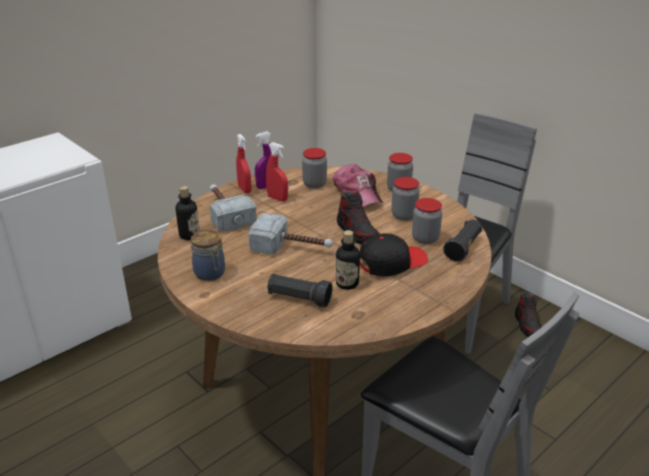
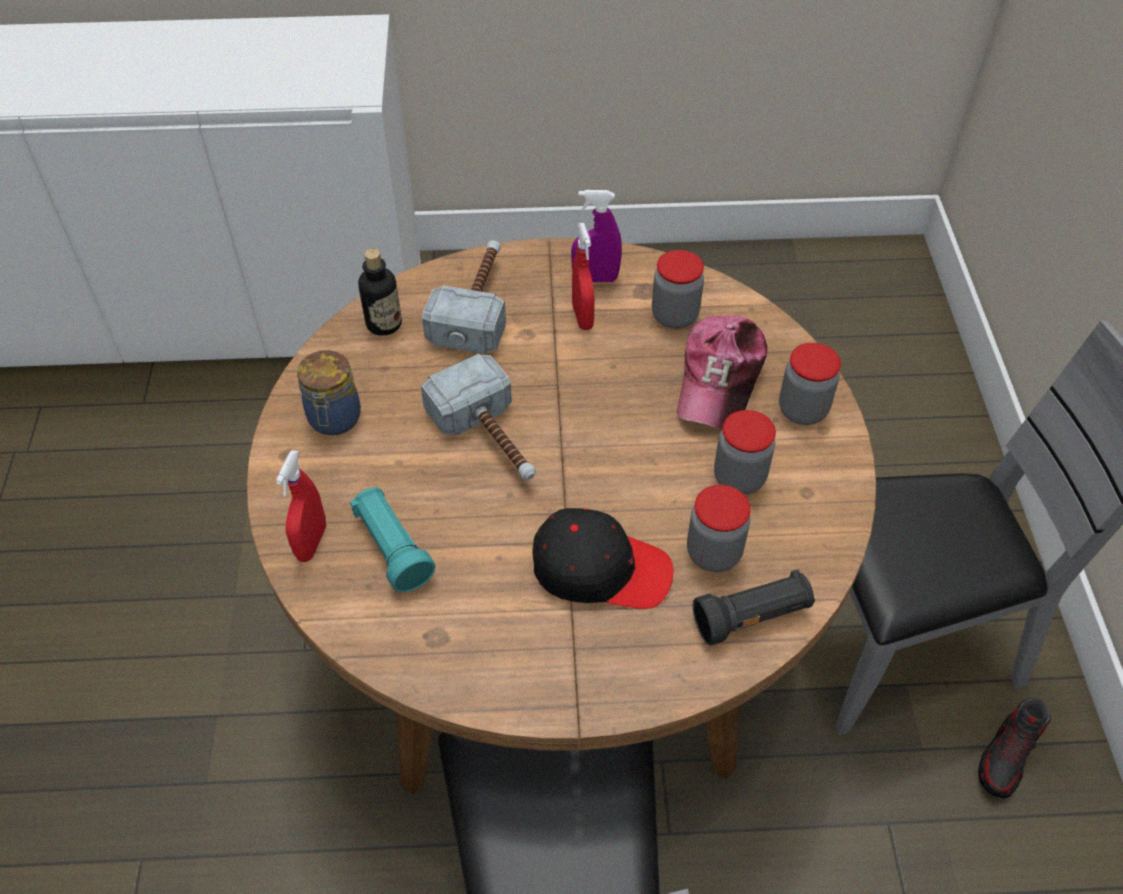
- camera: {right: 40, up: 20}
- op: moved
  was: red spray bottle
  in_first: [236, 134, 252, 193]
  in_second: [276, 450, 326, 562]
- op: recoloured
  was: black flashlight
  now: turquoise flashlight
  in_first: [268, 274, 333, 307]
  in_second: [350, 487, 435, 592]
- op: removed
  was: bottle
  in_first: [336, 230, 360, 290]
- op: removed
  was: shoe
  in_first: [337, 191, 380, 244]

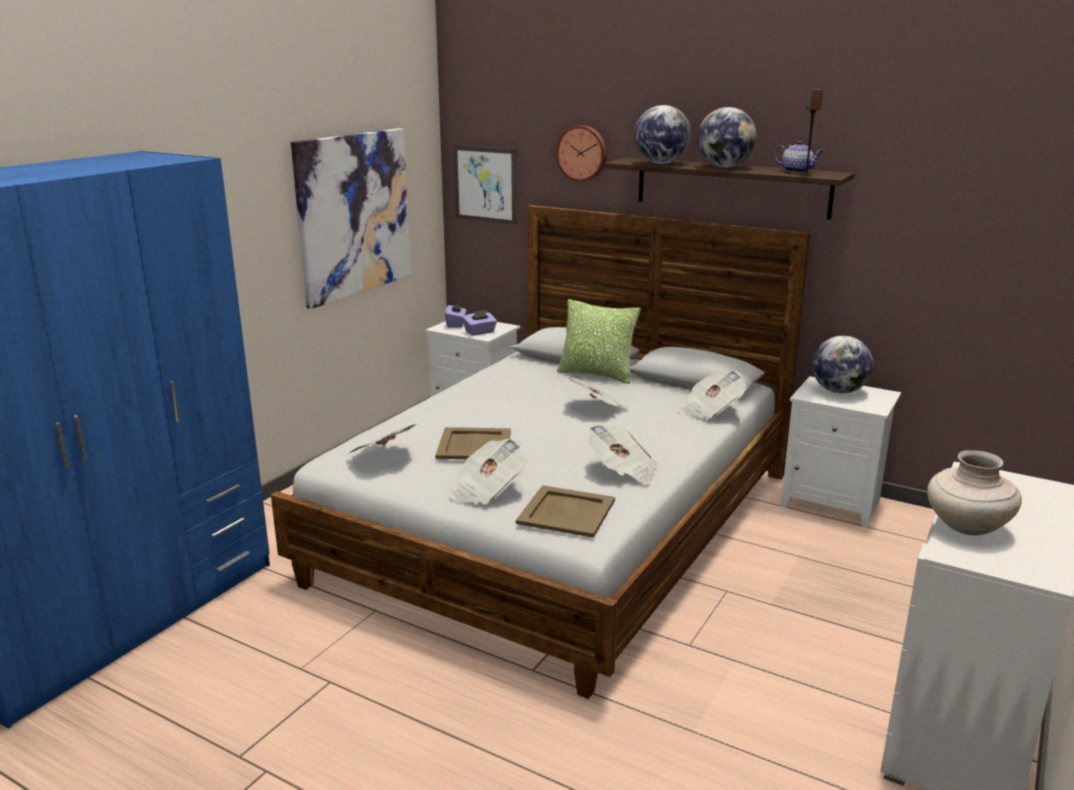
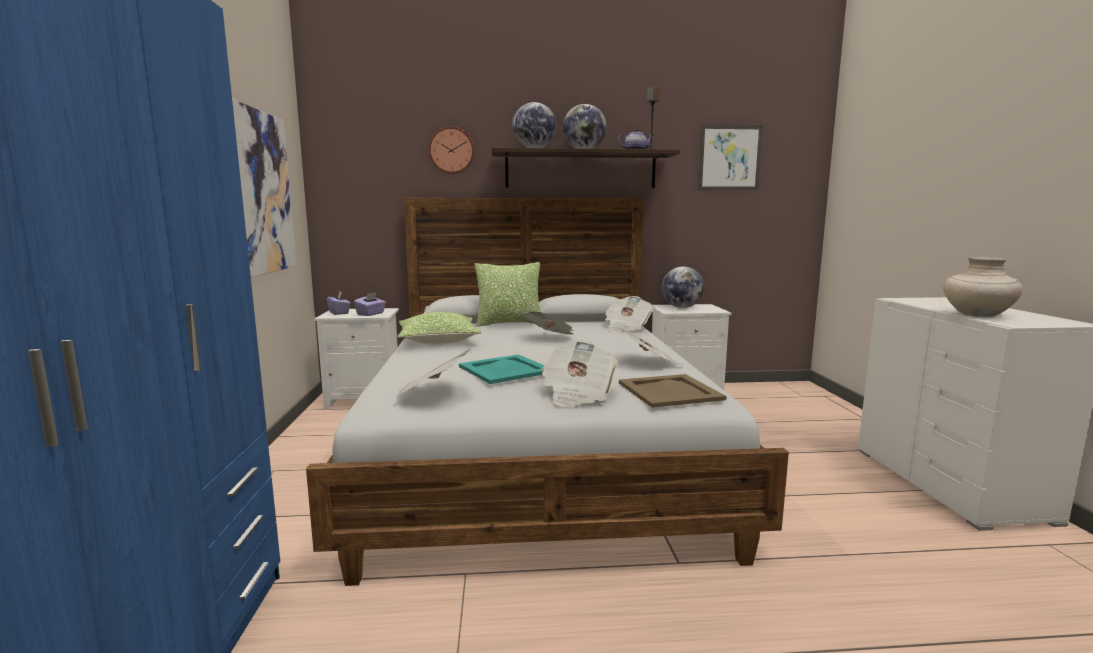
- camera: {right: -35, up: -10}
- op: recoloured
  was: beige tray
  now: turquoise tray
  in_first: [435, 427, 511, 459]
  in_second: [459, 354, 544, 384]
- op: moved
  was: picture
  in_first: [453, 145, 517, 225]
  in_second: [697, 124, 763, 190]
- op: added
  now: pillow
  in_second: [397, 312, 481, 344]

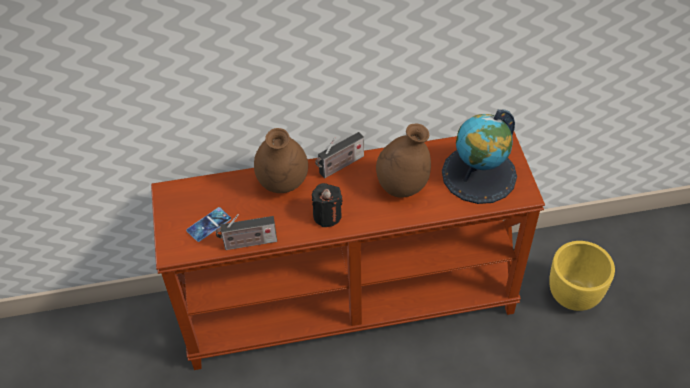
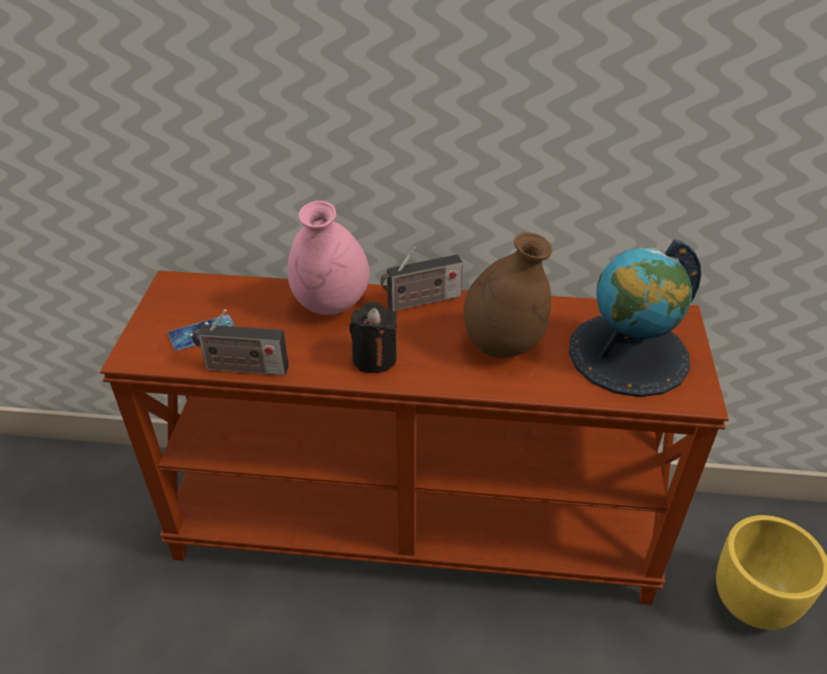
- camera: {right: 15, up: -10}
- op: recoloured
  was: brown vase
  now: pink vase
  in_first: [254, 128, 308, 193]
  in_second: [287, 201, 370, 315]

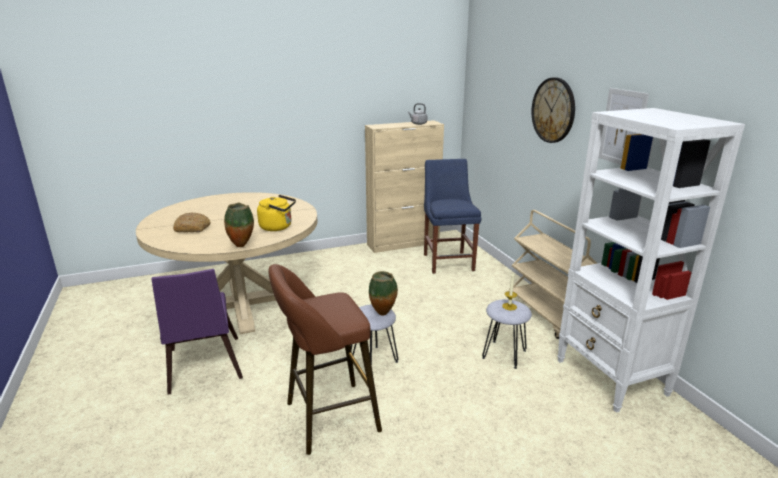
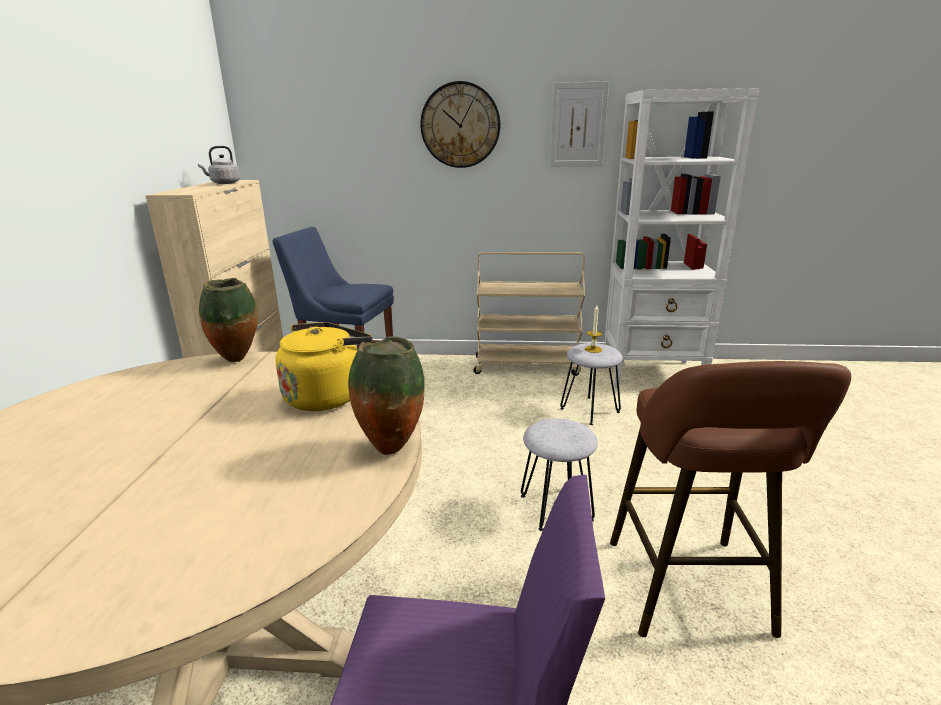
- camera: {right: -65, up: 0}
- op: removed
  was: bread
  in_first: [173, 213, 211, 232]
- op: moved
  was: vase
  in_first: [369, 271, 398, 316]
  in_second: [199, 278, 258, 362]

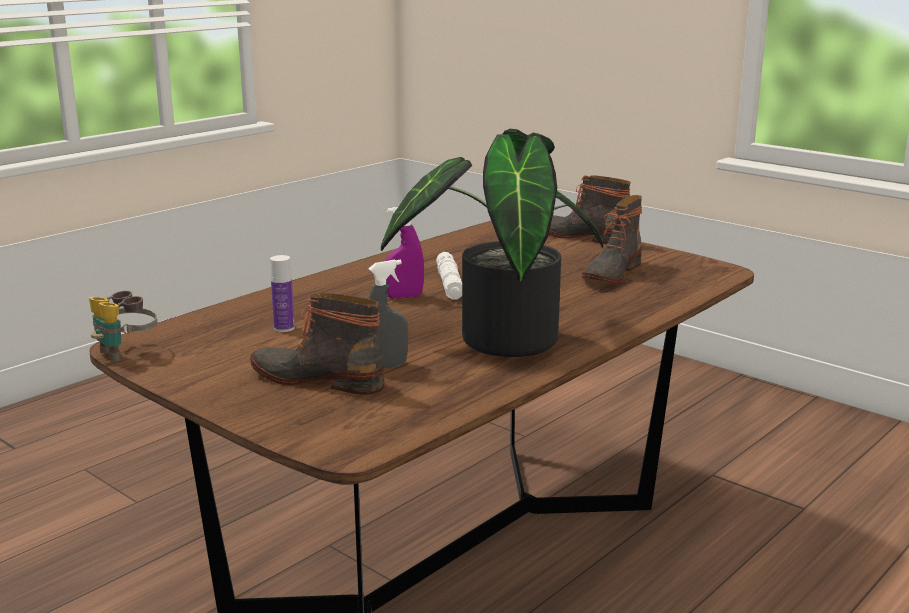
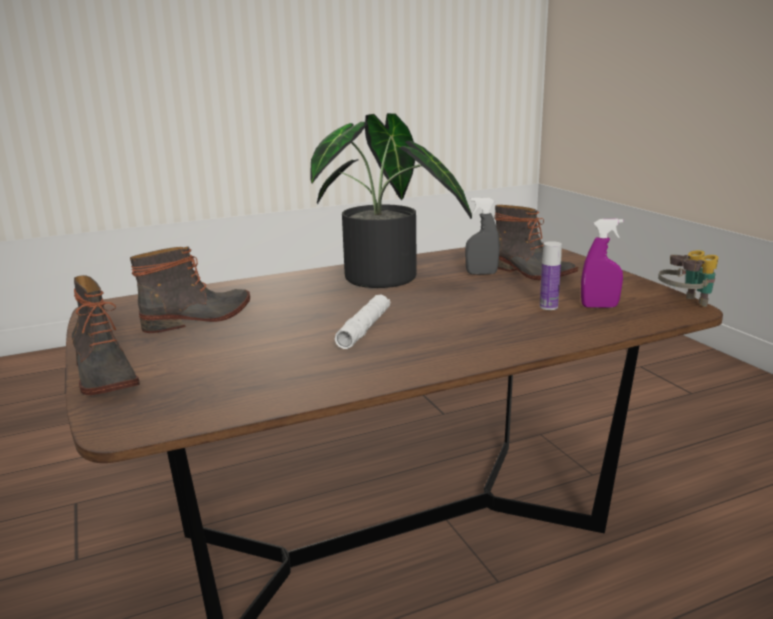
- camera: {right: -155, up: 0}
- op: moved
  was: purple spray bottle
  in_first: [385, 207, 424, 298]
  in_second: [581, 219, 623, 308]

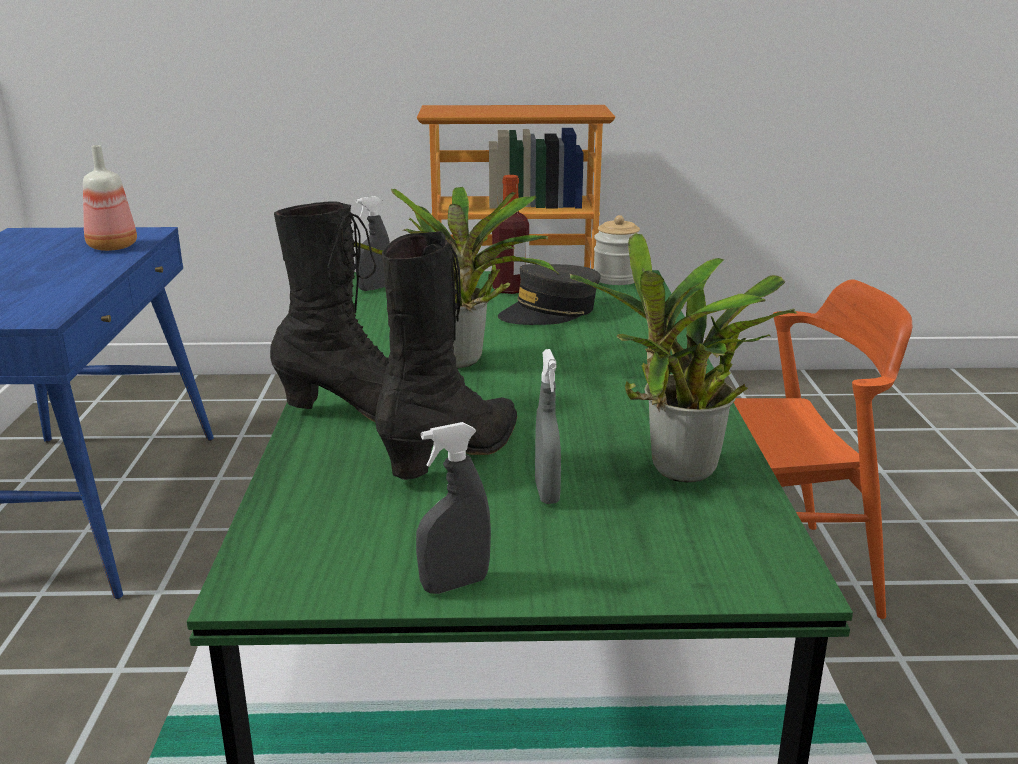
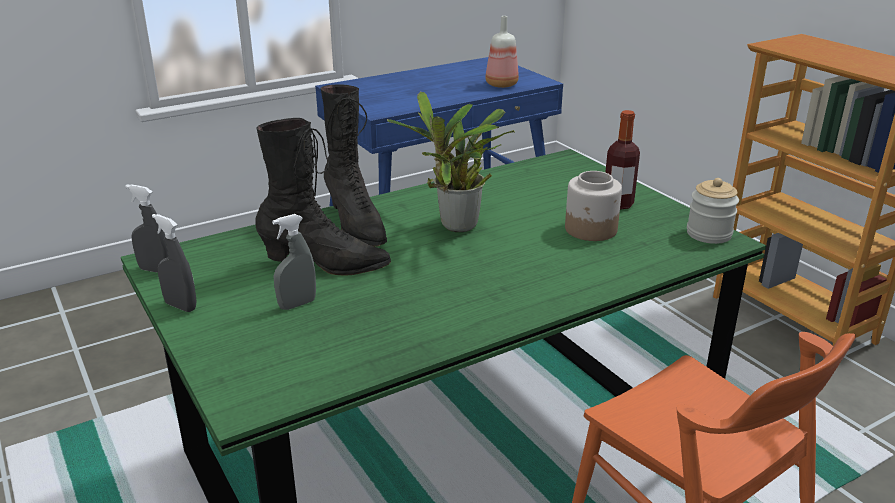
- camera: {right: 60, up: 5}
- op: moved
  was: grey spray bottle
  in_first: [355, 196, 390, 291]
  in_second: [125, 184, 168, 273]
- op: replaced
  was: grey cap
  now: jar
  in_first: [498, 264, 601, 325]
  in_second: [565, 171, 622, 241]
- op: removed
  was: potted plant
  in_first: [569, 233, 797, 482]

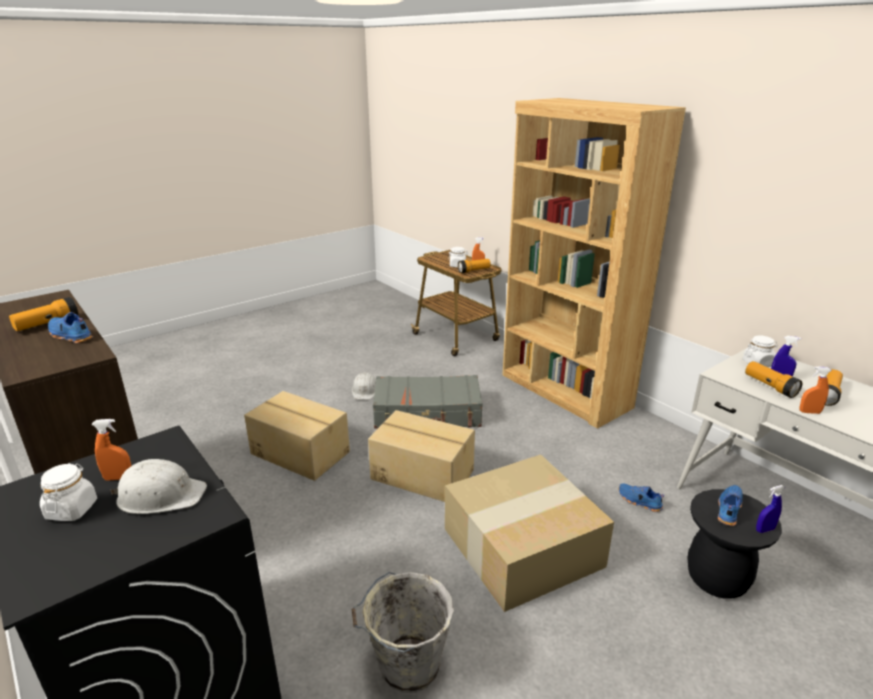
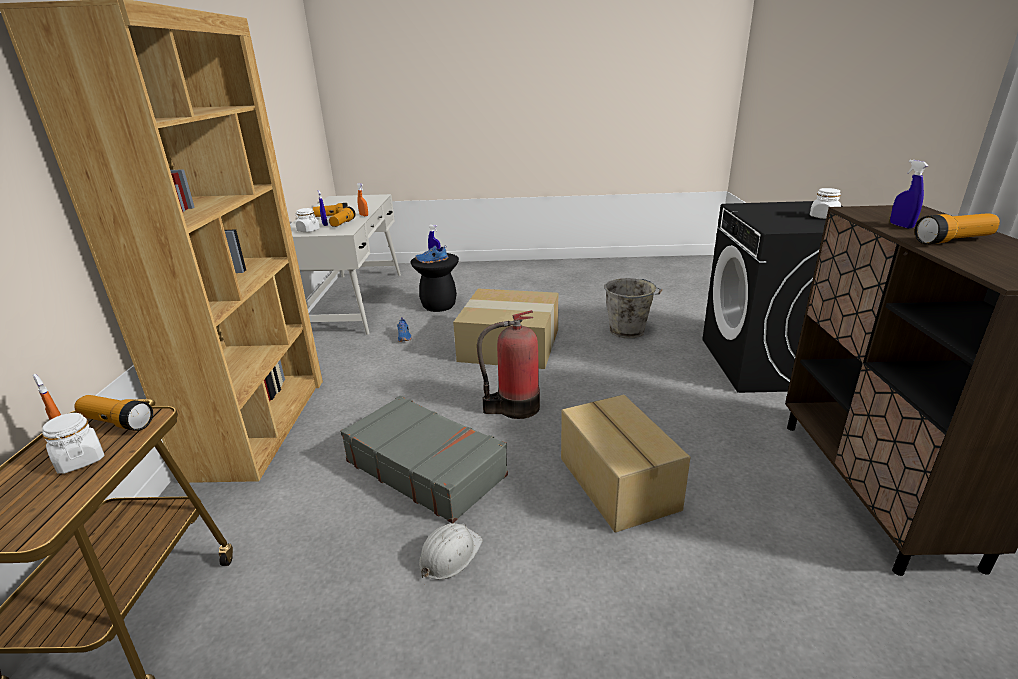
- camera: {right: -140, up: 0}
- op: replaced
  was: blue shoe
  now: blue spray bottle
  in_first: [48, 312, 93, 343]
  in_second: [890, 160, 928, 229]
- op: removed
  was: orange spray bottle
  in_first: [91, 419, 131, 481]
- op: removed
  was: white hard hat
  in_first: [110, 459, 207, 514]
- op: replaced
  was: cardboard box
  now: fire extinguisher
  in_first: [368, 410, 475, 502]
  in_second: [477, 310, 540, 419]

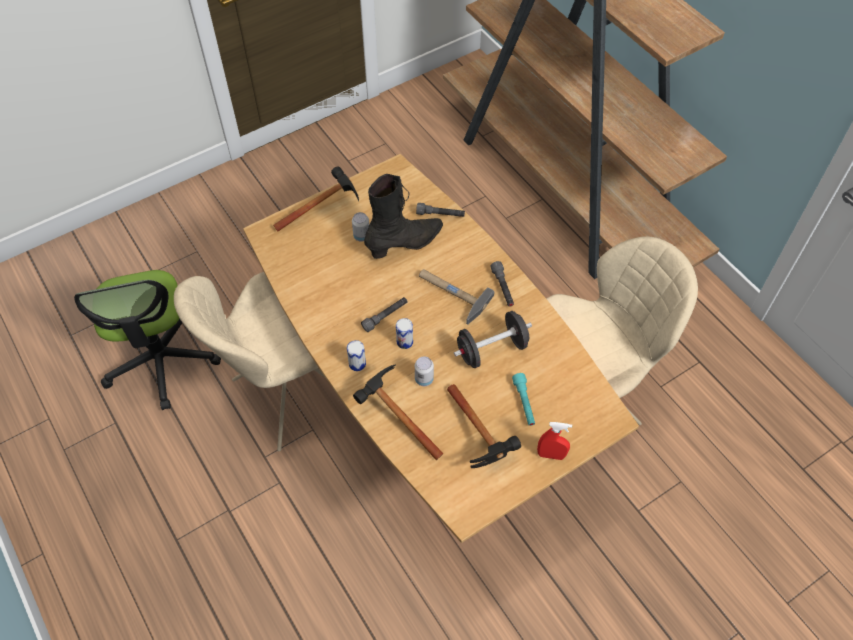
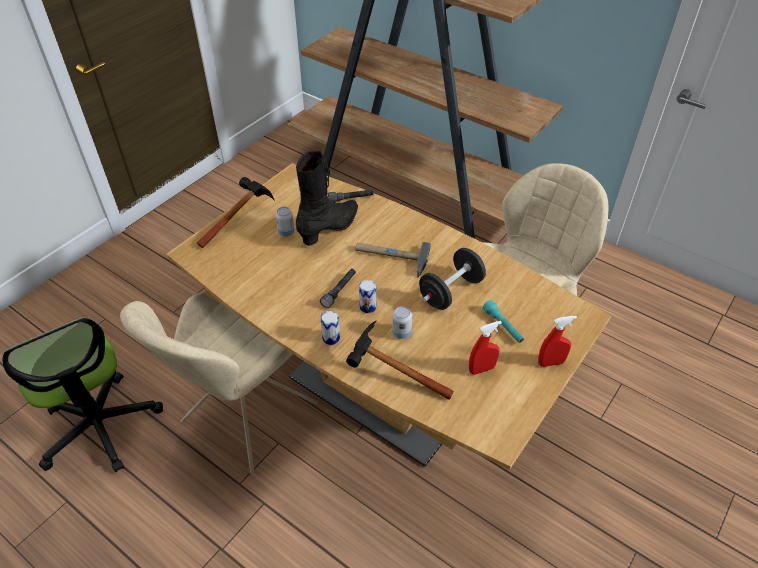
- camera: {right: -20, up: -10}
- op: replaced
  was: hammer
  now: red spray bottle
  in_first: [447, 384, 521, 468]
  in_second: [469, 321, 502, 375]
- op: removed
  was: grey flashlight
  in_first: [490, 261, 514, 307]

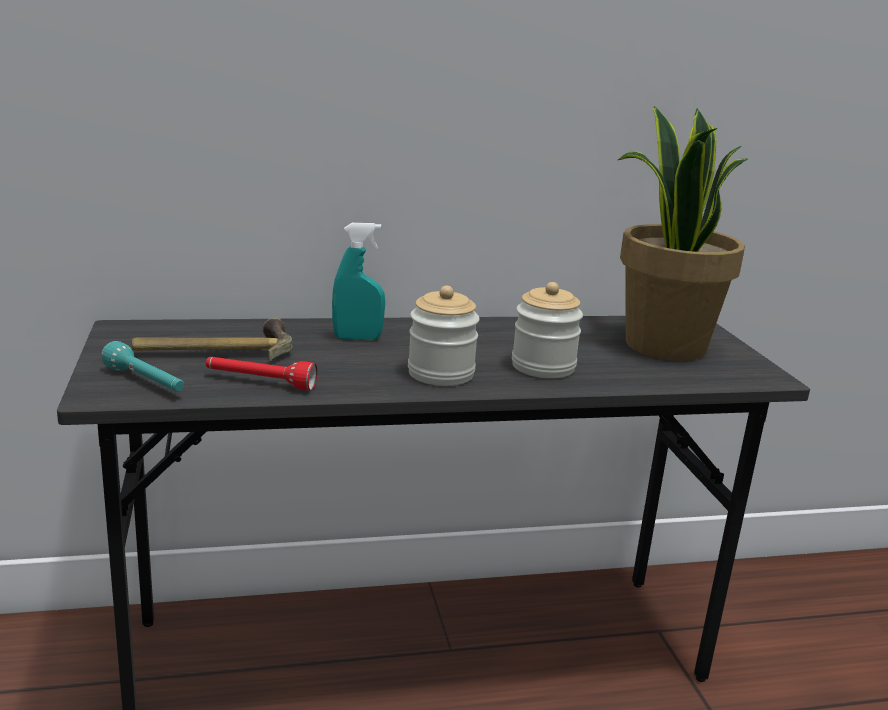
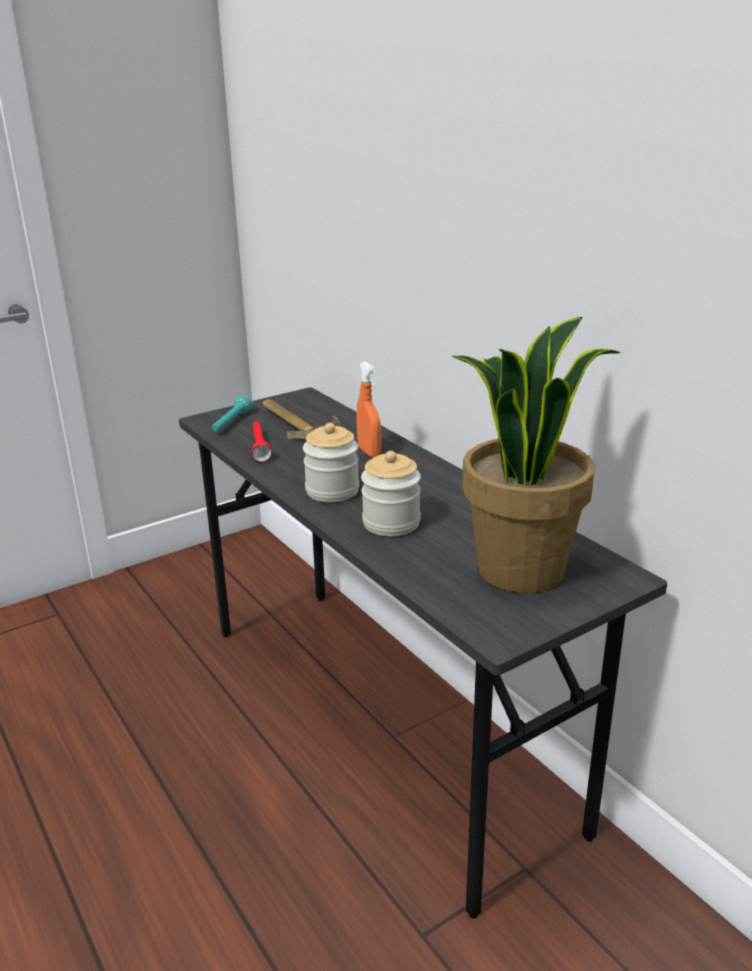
- camera: {right: 70, up: 5}
- op: recoloured
  was: turquoise spray bottle
  now: orange spray bottle
  in_first: [332, 223, 385, 340]
  in_second: [357, 361, 381, 457]

